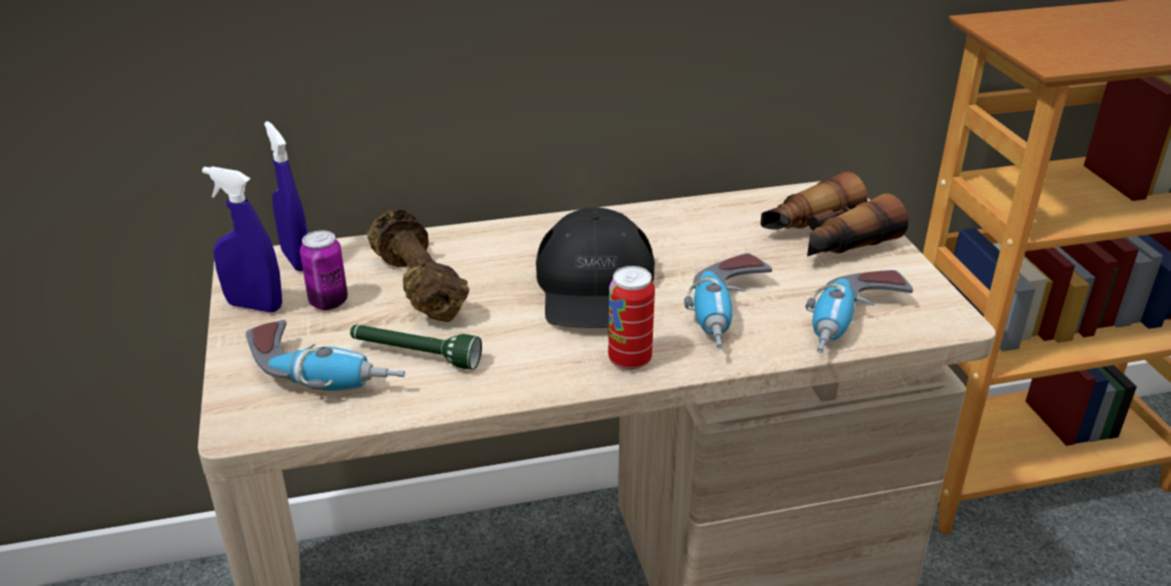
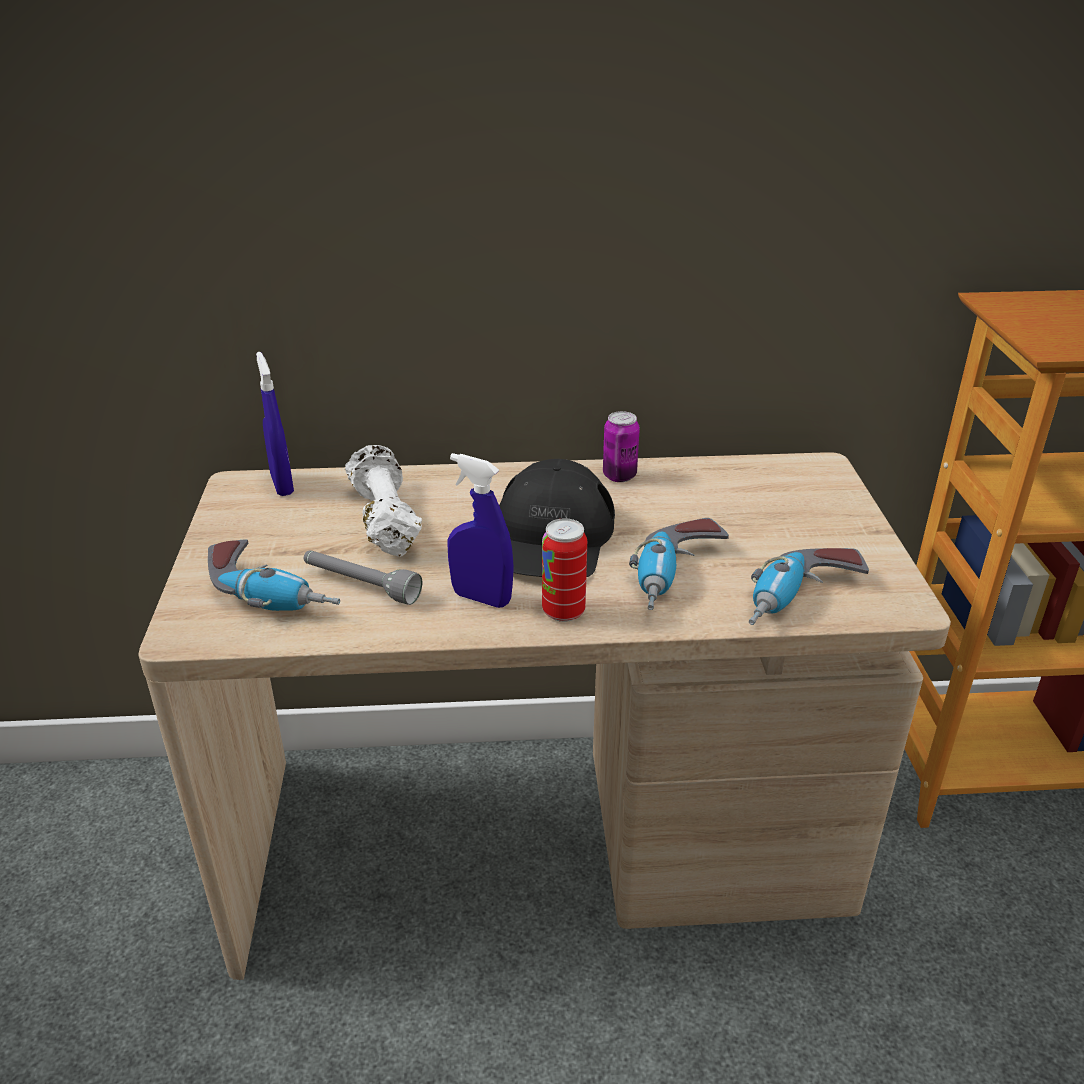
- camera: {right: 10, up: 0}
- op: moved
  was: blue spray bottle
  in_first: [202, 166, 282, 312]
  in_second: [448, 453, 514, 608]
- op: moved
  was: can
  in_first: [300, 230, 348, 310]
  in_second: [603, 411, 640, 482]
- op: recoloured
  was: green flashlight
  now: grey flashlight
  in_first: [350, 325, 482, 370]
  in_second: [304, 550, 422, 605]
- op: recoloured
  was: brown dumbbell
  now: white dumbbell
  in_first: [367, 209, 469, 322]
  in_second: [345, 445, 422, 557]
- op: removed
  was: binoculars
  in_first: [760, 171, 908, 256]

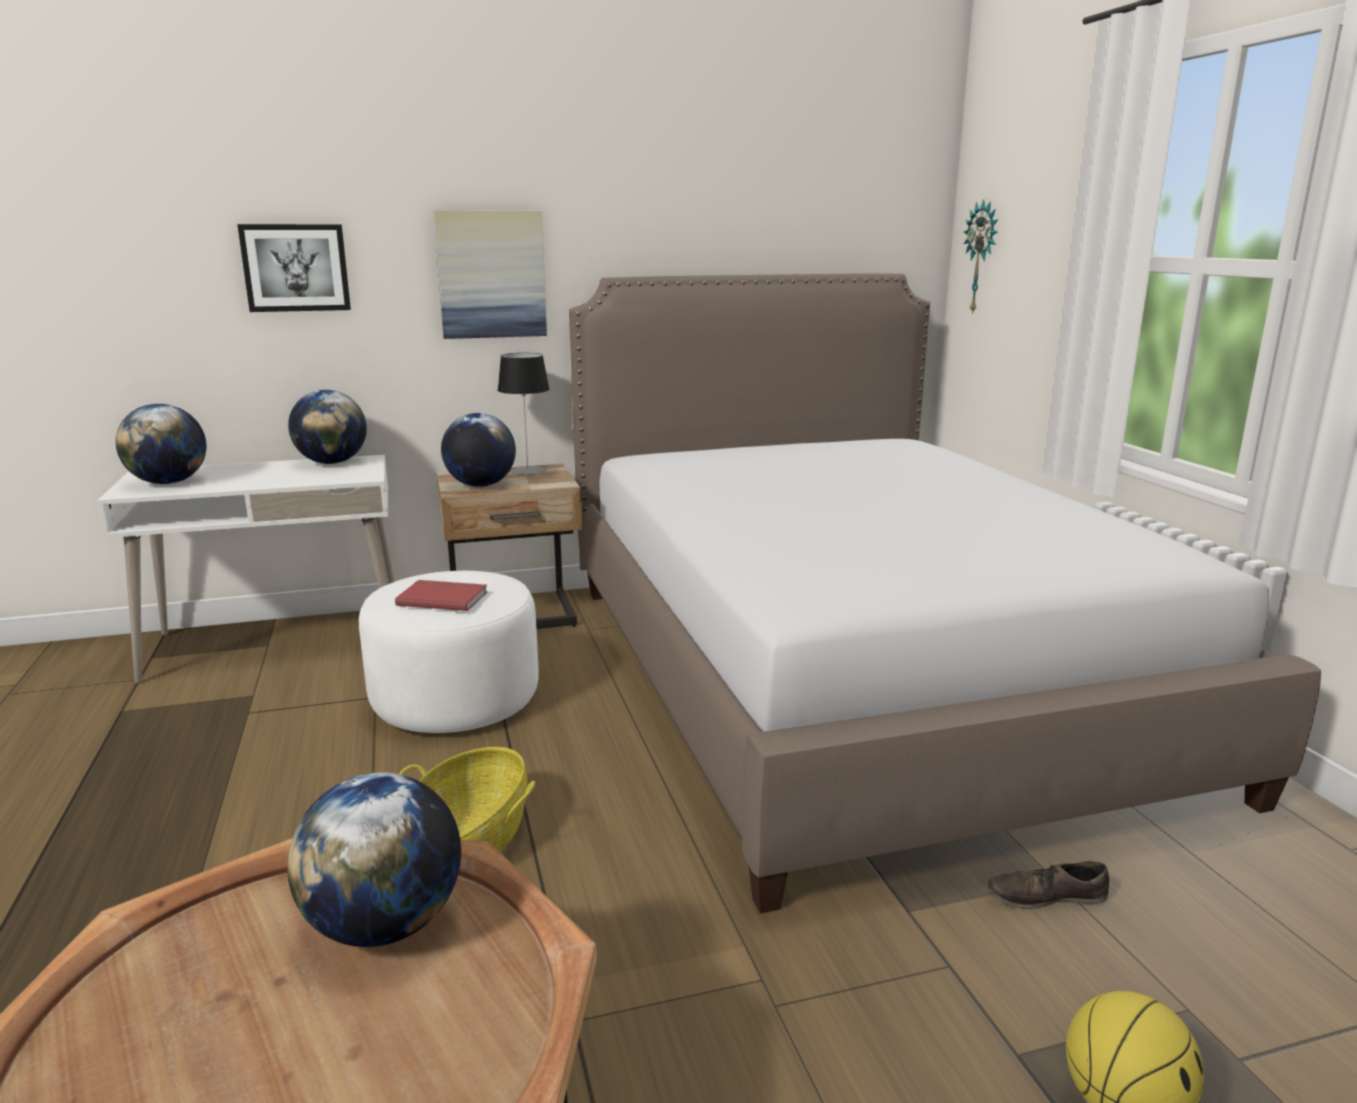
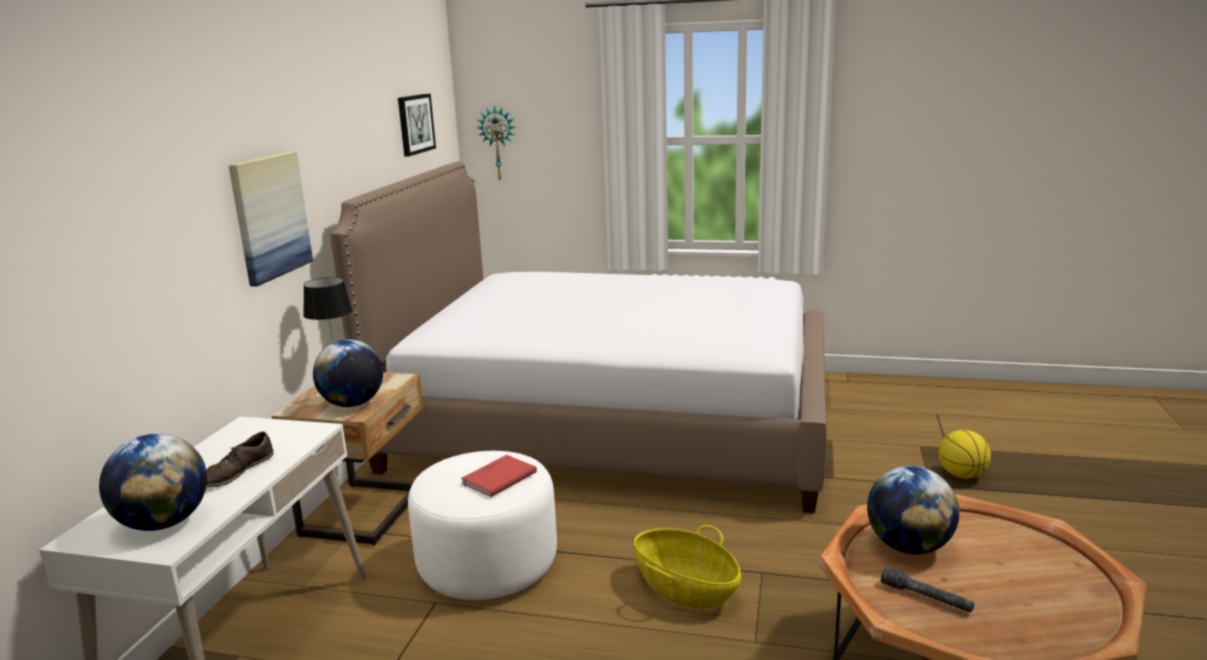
- camera: {right: -60, up: 0}
- op: moved
  was: picture
  in_first: [237, 224, 351, 312]
  in_second: [398, 94, 436, 156]
- op: removed
  was: globe
  in_first: [288, 390, 367, 464]
- op: moved
  was: brown shoe
  in_first: [987, 861, 1109, 909]
  in_second: [206, 432, 274, 487]
- op: added
  now: grey flashlight
  in_second: [881, 566, 974, 612]

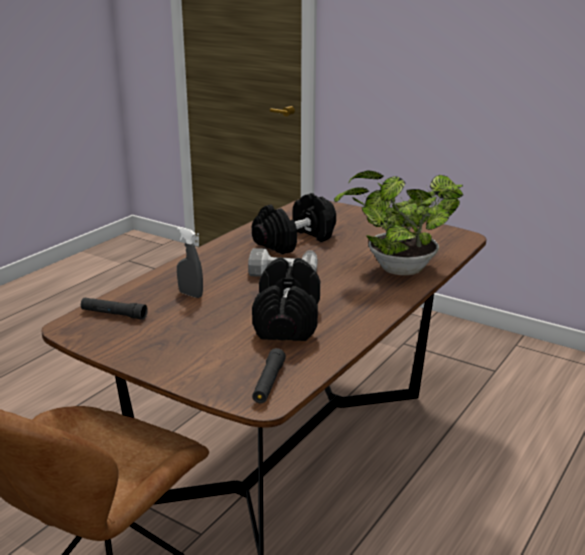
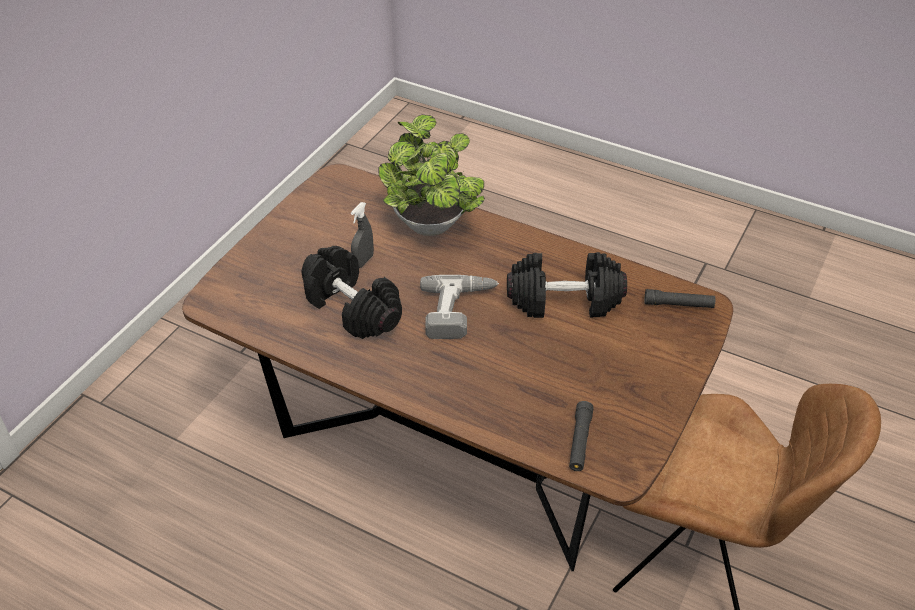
- camera: {right: -95, up: 20}
- op: moved
  was: grey spray bottle
  in_first: [177, 227, 203, 298]
  in_second: [351, 202, 374, 268]

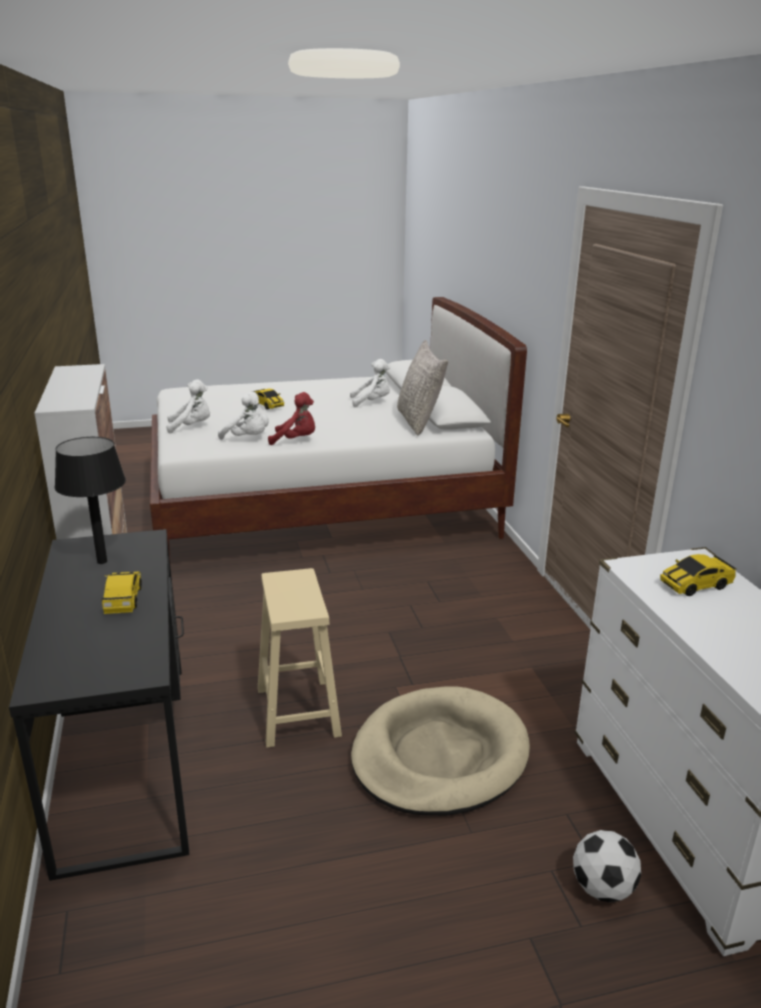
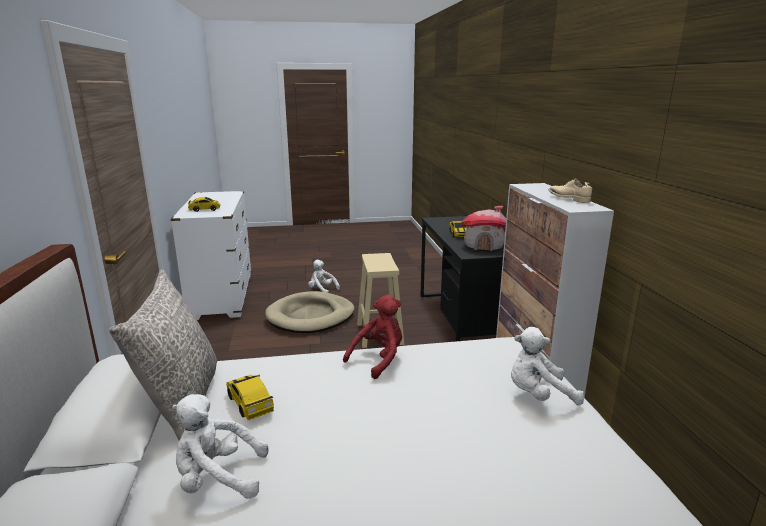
- camera: {right: -175, up: -5}
- op: replaced
  was: black table lamp
  now: toy house
  in_first: [55, 437, 126, 564]
  in_second: [461, 206, 506, 251]
- op: moved
  was: white plush toy
  in_first: [218, 391, 269, 440]
  in_second: [308, 260, 340, 293]
- op: moved
  was: toy car
  in_first: [253, 389, 284, 409]
  in_second: [226, 374, 274, 420]
- op: turned
  was: red plush toy
  in_first: [268, 392, 315, 445]
  in_second: [343, 295, 402, 379]
  clockwise: 120
- op: removed
  was: football
  in_first: [573, 830, 641, 902]
- op: added
  now: beige shoe
  in_second: [548, 178, 592, 203]

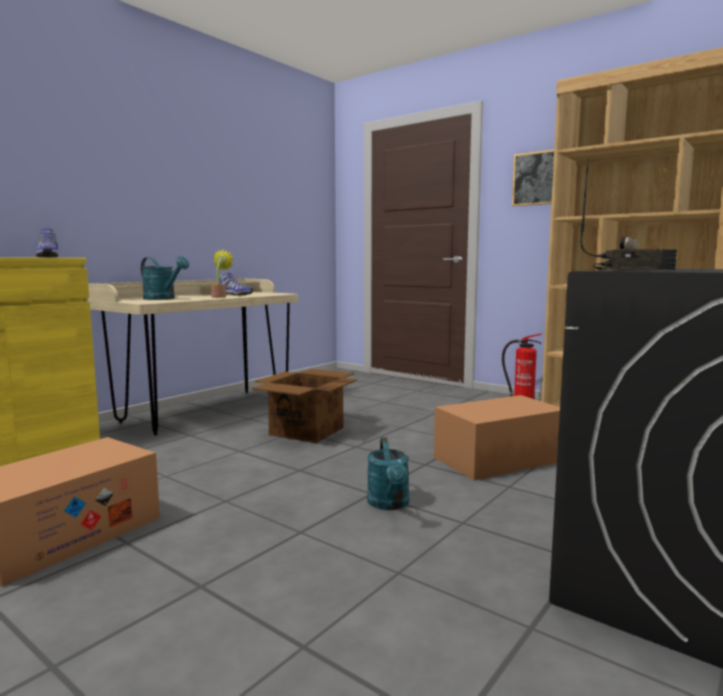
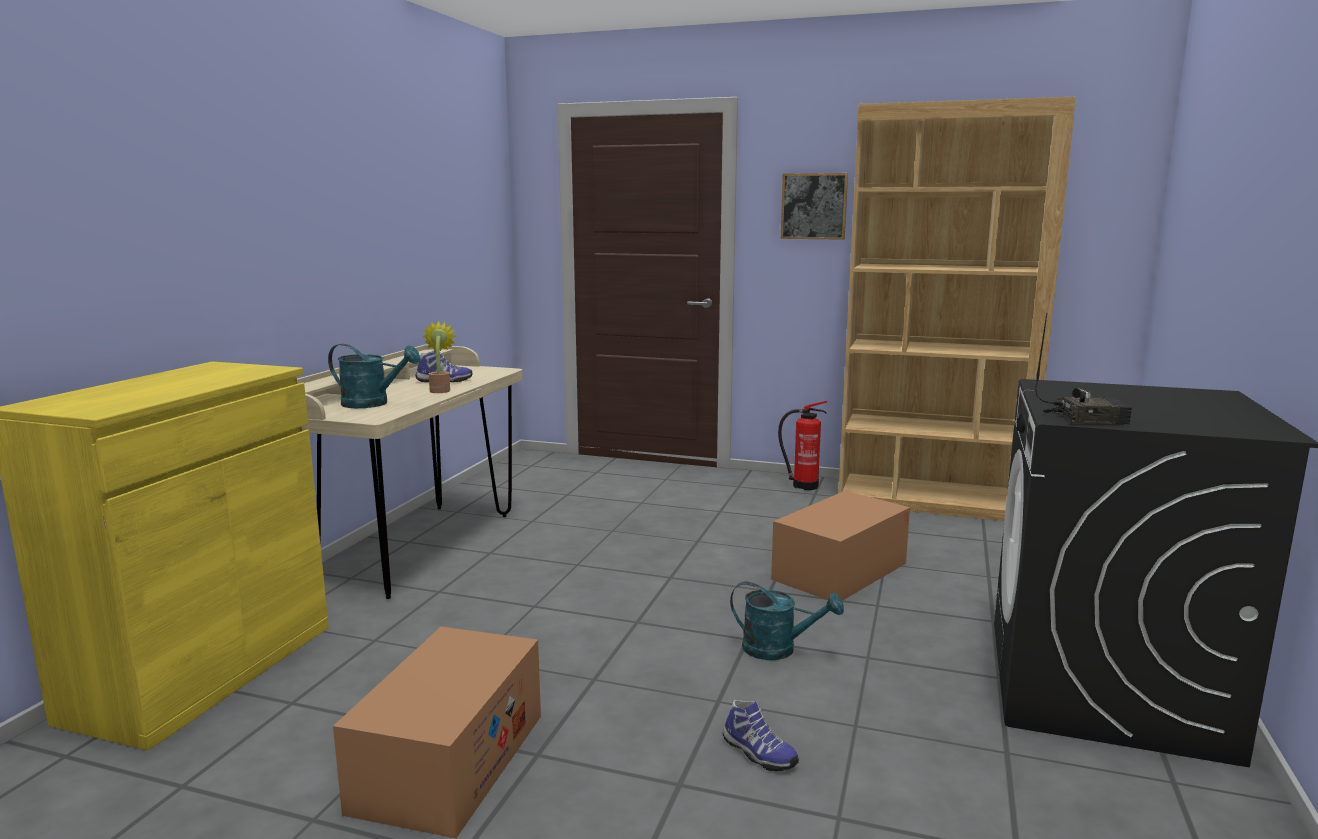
- camera: {right: -20, up: 5}
- op: moved
  was: shoe
  in_first: [36, 228, 58, 257]
  in_second: [723, 700, 799, 771]
- op: removed
  was: cardboard box
  in_first: [252, 369, 357, 443]
- op: turned
  was: turquoise watering can
  in_first: [367, 437, 409, 510]
  in_second: [730, 581, 844, 660]
  clockwise: -45

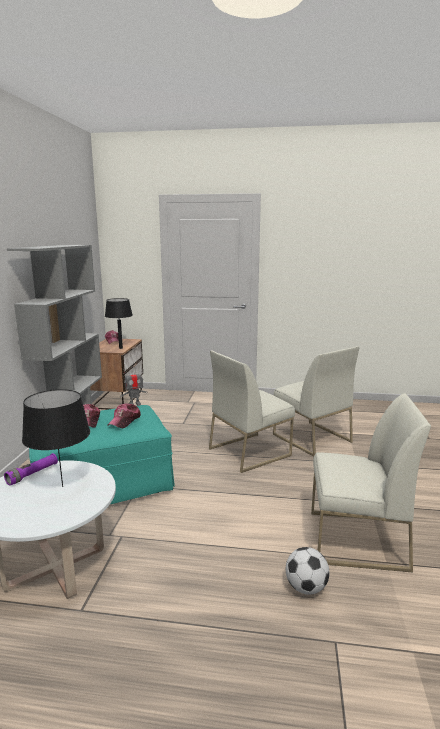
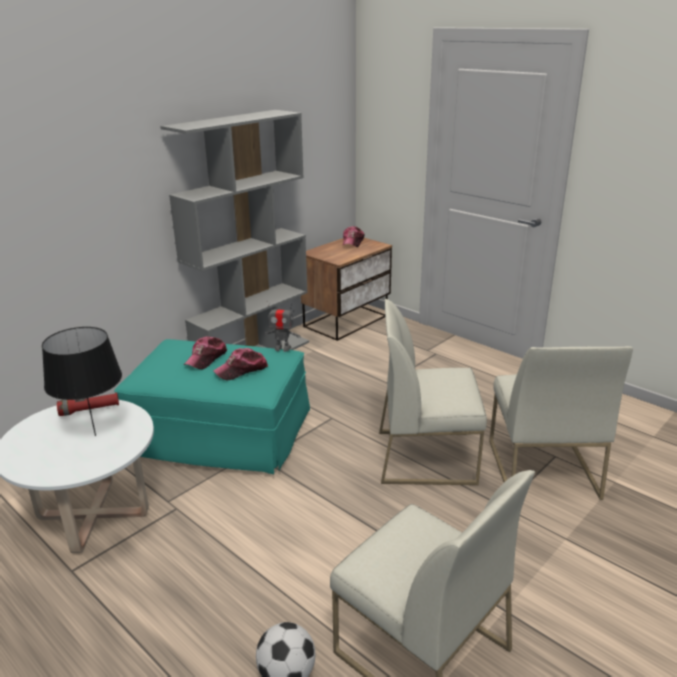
- camera: {right: 35, up: 10}
- op: recoloured
  was: purple flashlight
  now: red flashlight
  in_first: [4, 453, 58, 485]
  in_second: [57, 392, 119, 416]
- op: removed
  was: black table lamp
  in_first: [105, 298, 133, 349]

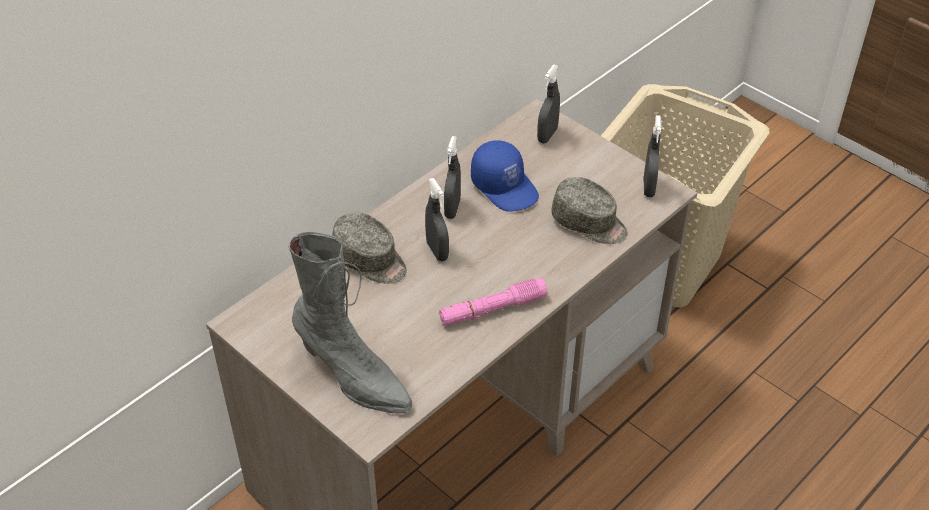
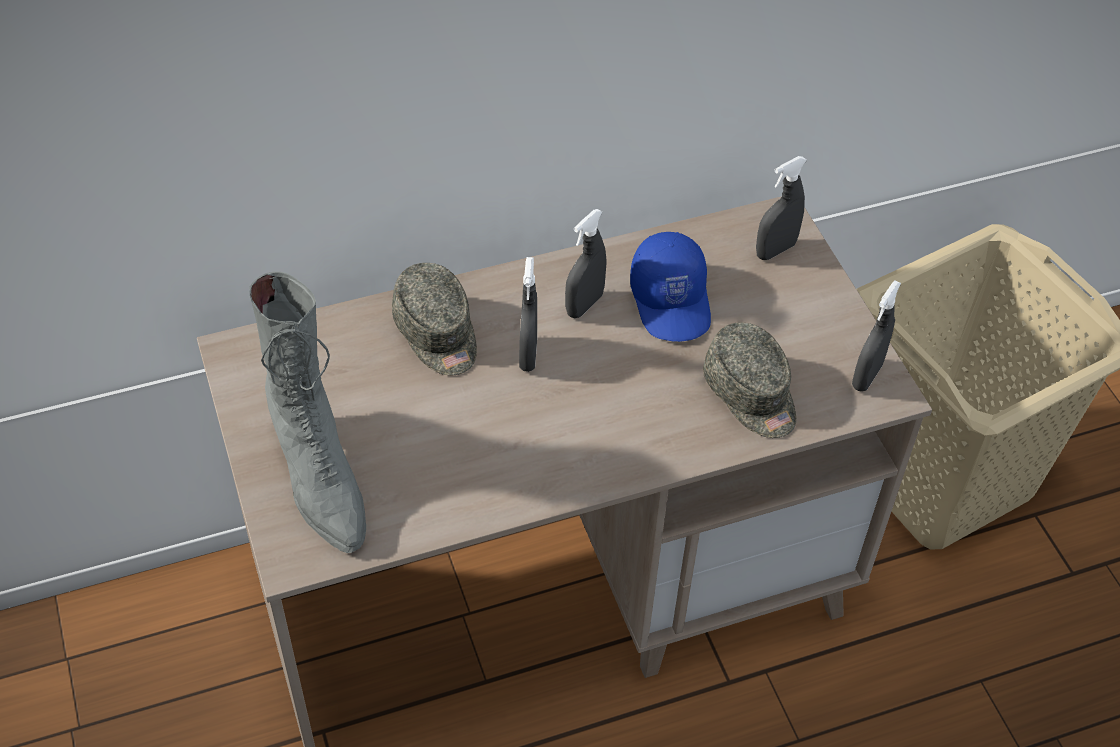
- camera: {right: 25, up: 5}
- op: removed
  was: pink flashlight
  in_first: [439, 277, 547, 325]

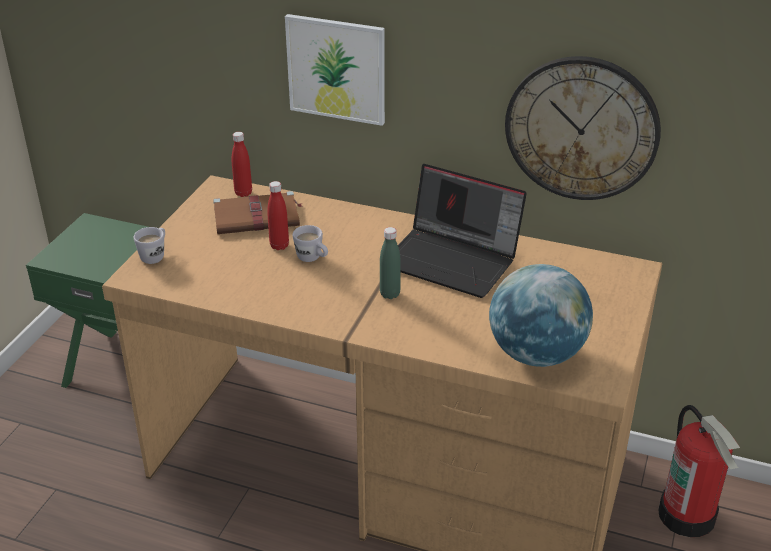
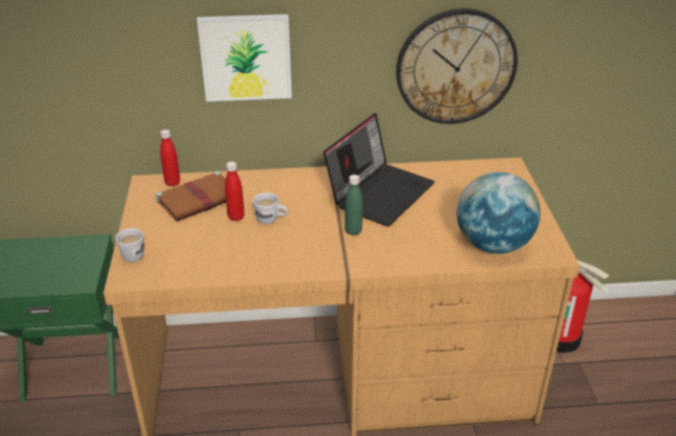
- camera: {right: -25, up: 0}
- op: turned
  was: laptop
  in_first: [398, 164, 527, 298]
  in_second: [323, 113, 435, 227]
  clockwise: -60

